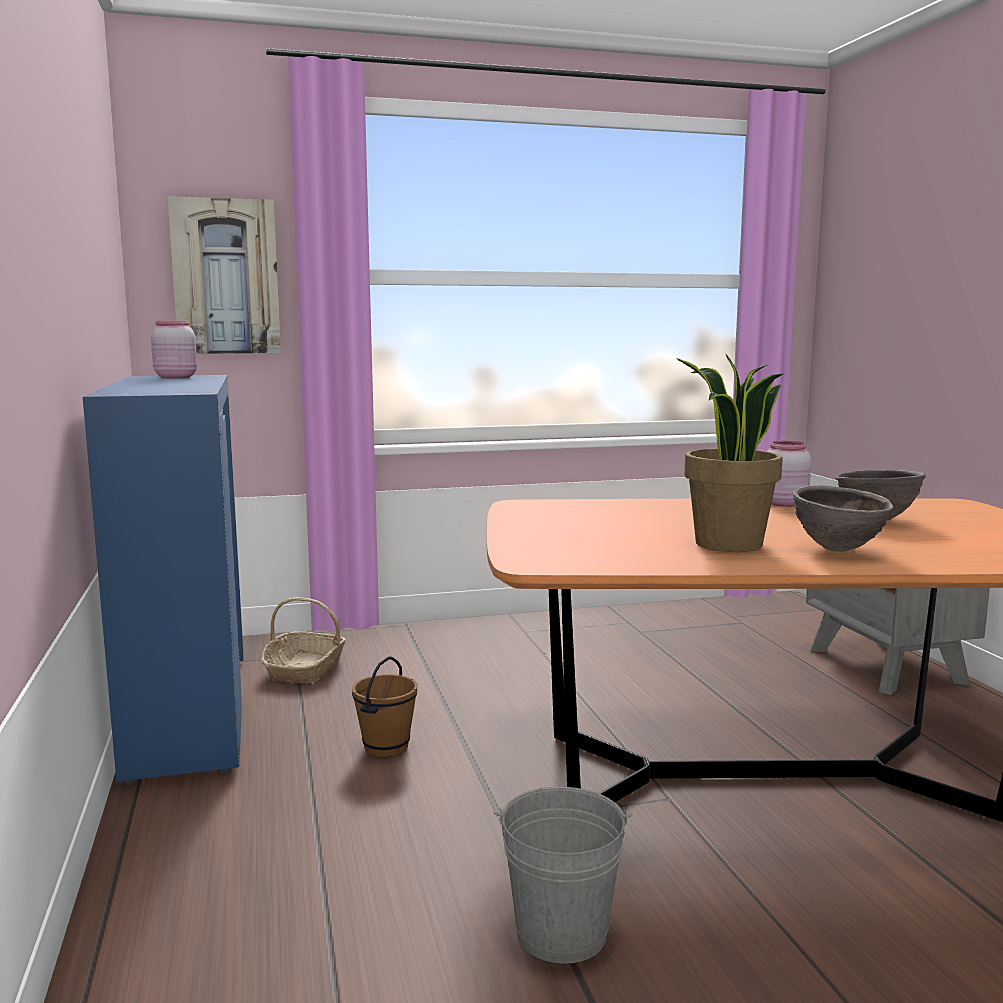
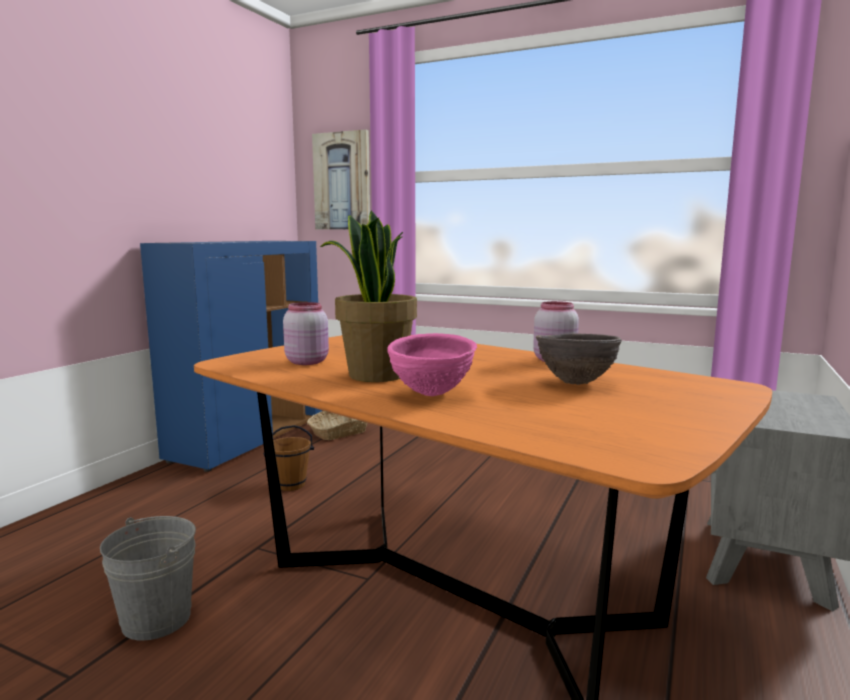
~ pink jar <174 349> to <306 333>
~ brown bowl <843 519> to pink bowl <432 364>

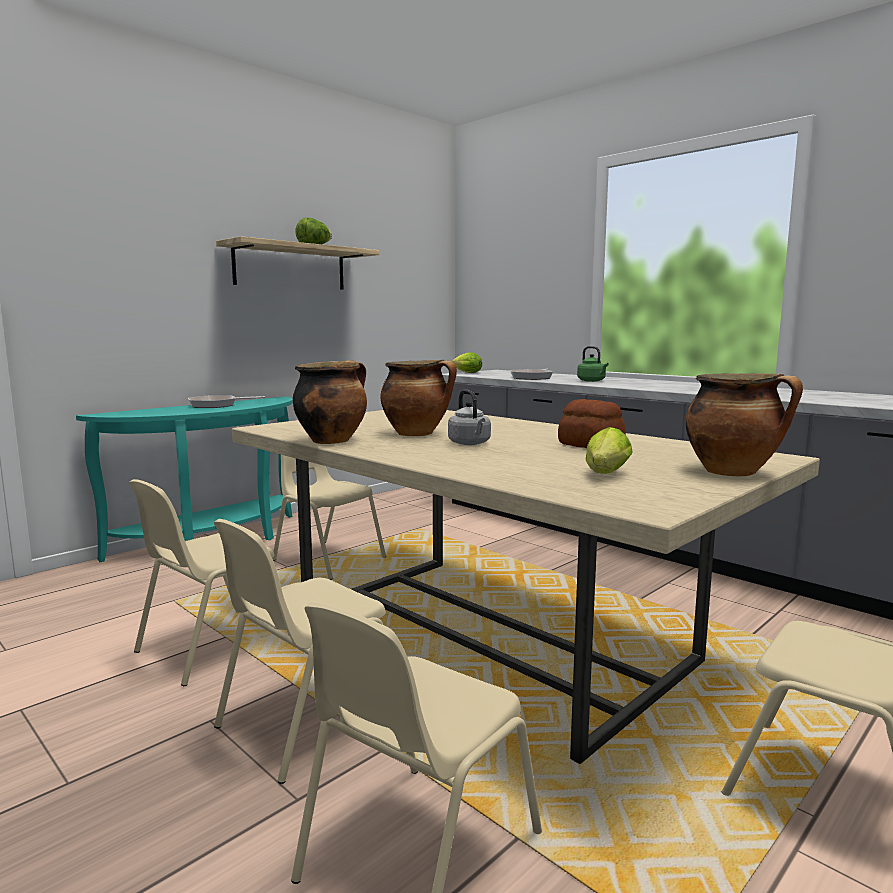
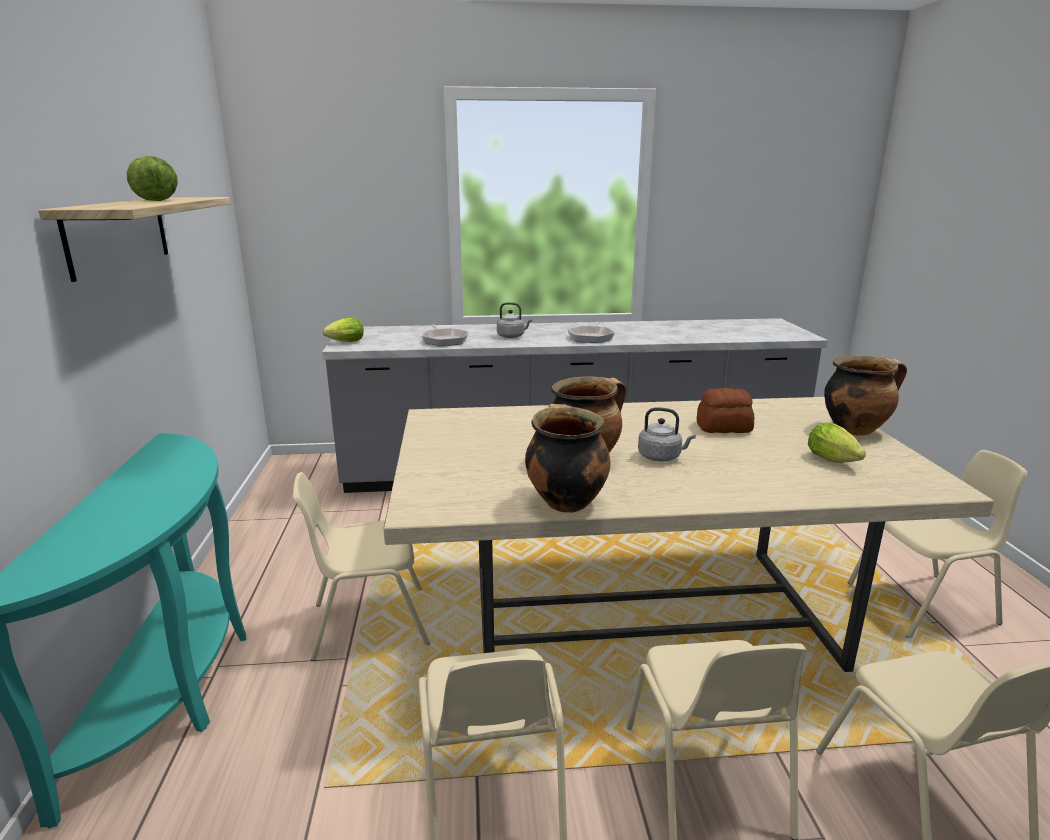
~ green kettle <593 364> to grey kettle <514 320>
~ frying pan <226 401> to <591 332>

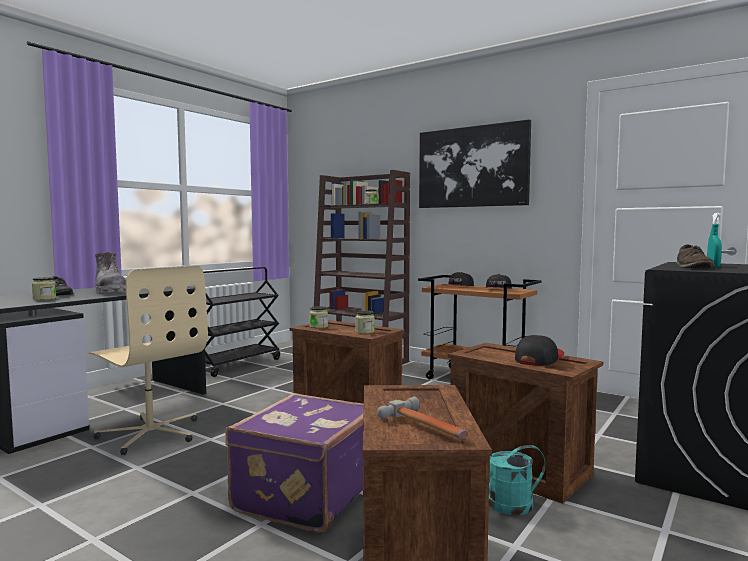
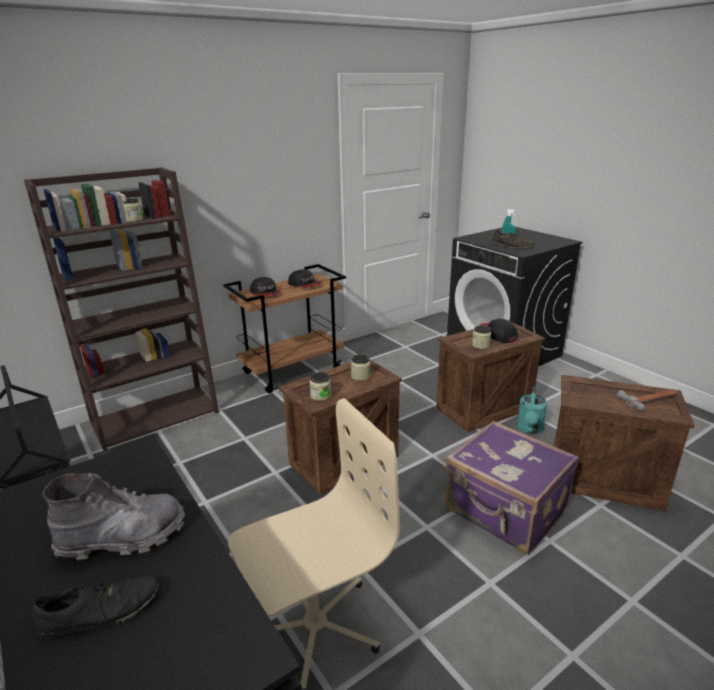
- picture <475 163>
~ jar <44 288> to <481 337>

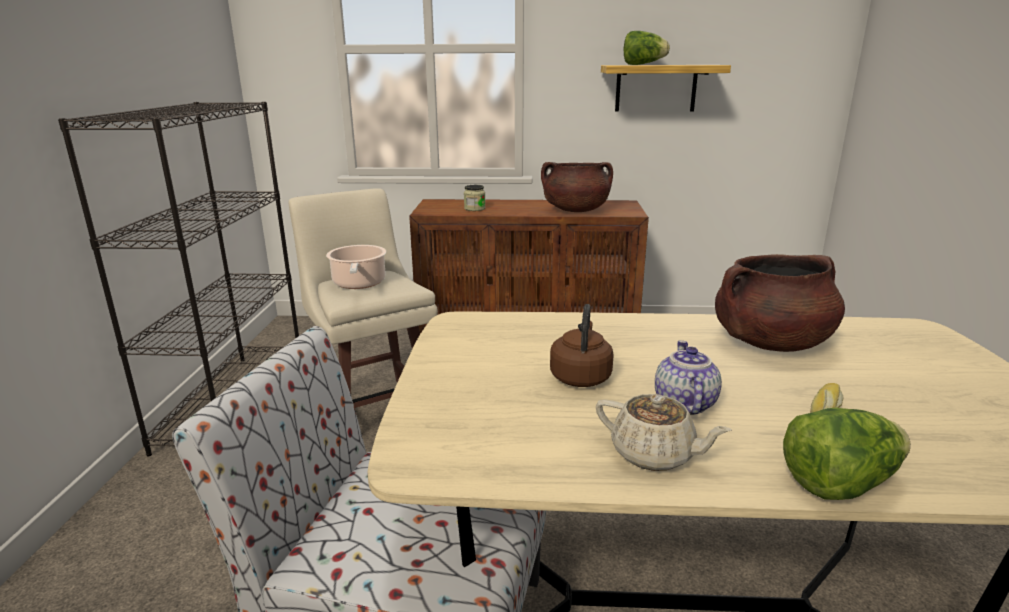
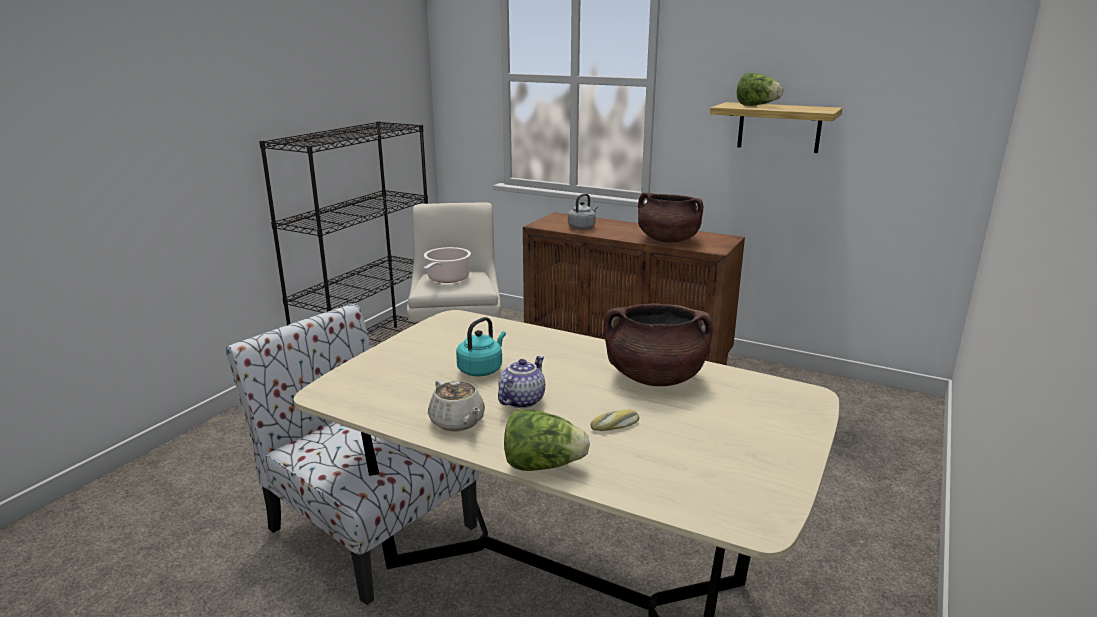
~ jar <474 198> to grey kettle <583 211>
~ brown kettle <582 345> to turquoise kettle <481 346>

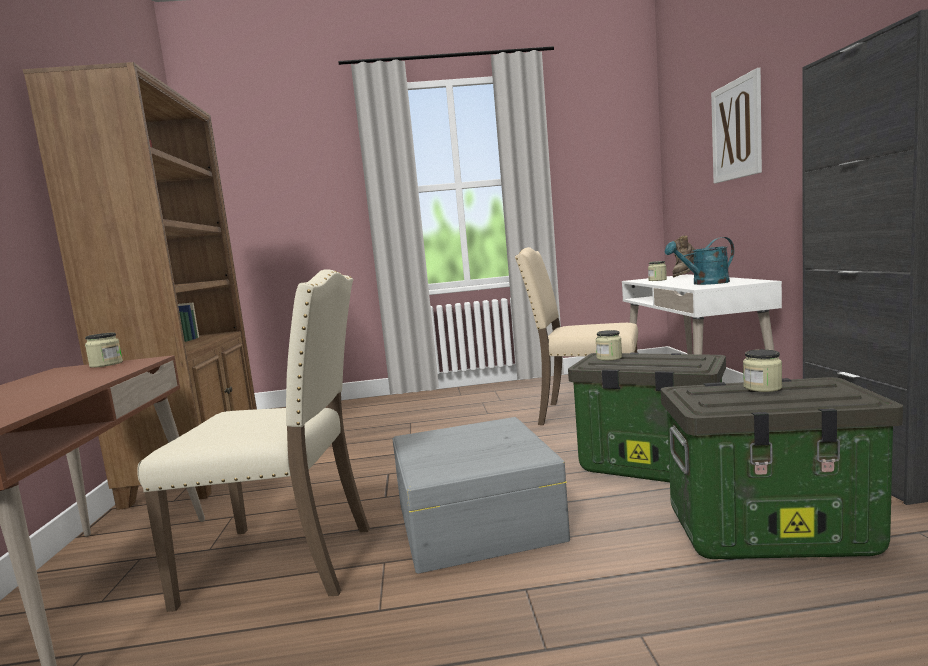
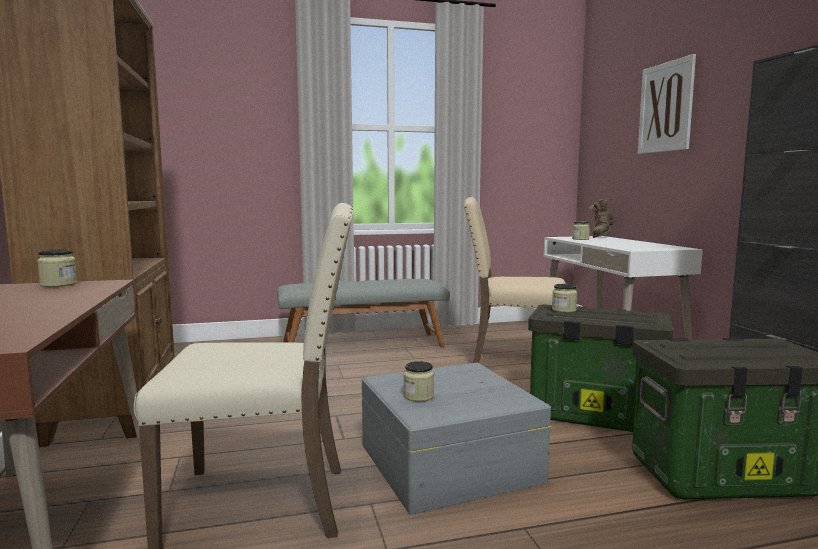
- turquoise watering can <699 261>
~ jar <762 370> to <419 381>
+ grey bench <363 313>

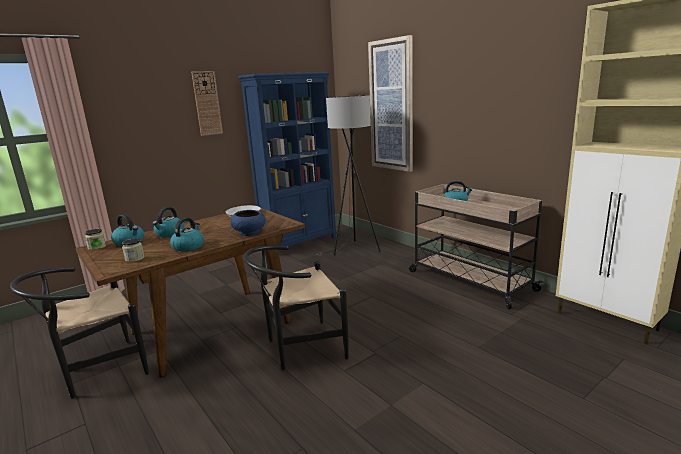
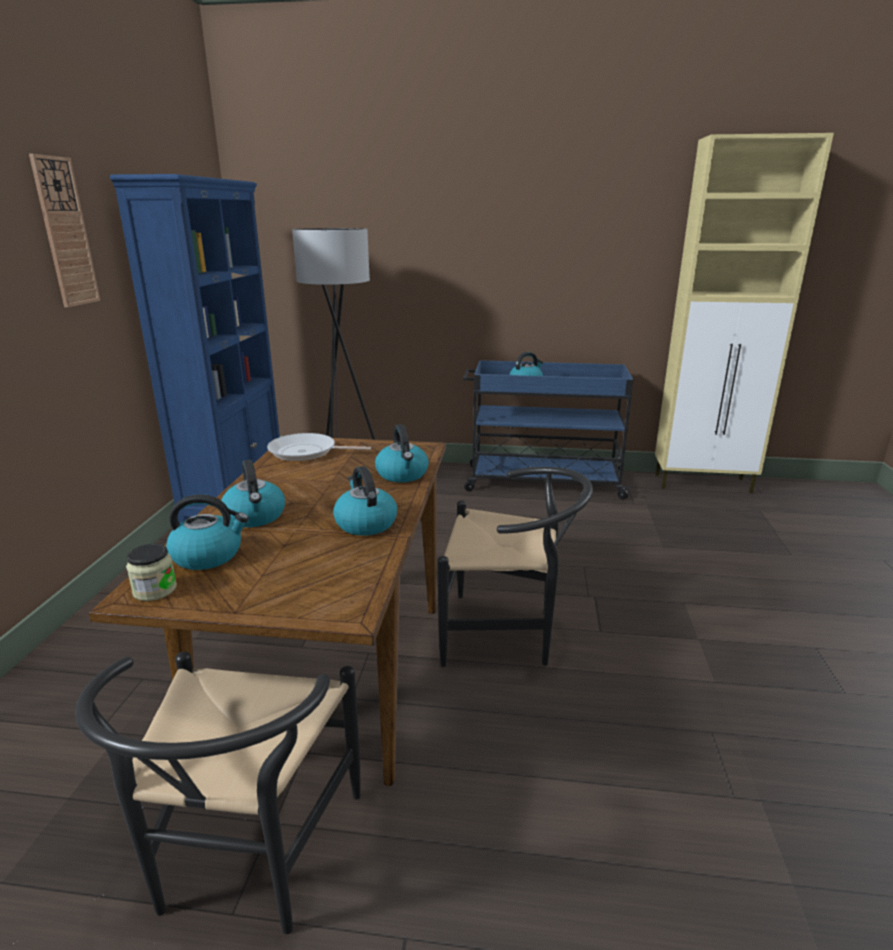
- picture <390 103>
~ beige cart <476 246> to blue cart <548 430>
~ blue bowl <248 223> to kettle <402 453>
- jar <133 250>
~ black chair <296 307> = <515 567> 105 degrees counterclockwise

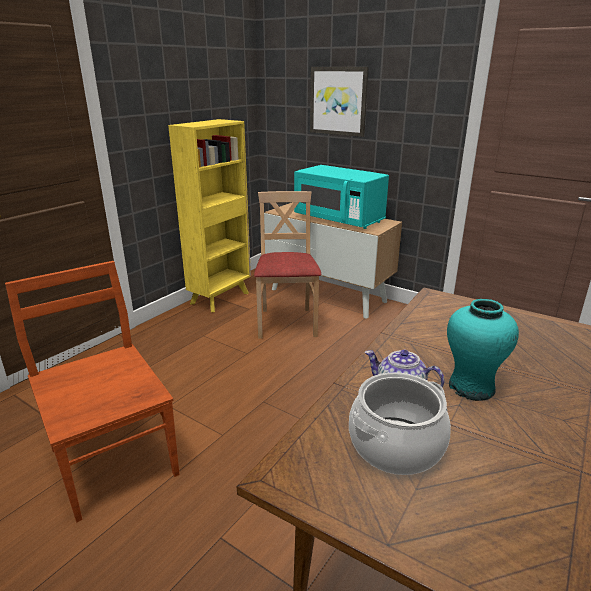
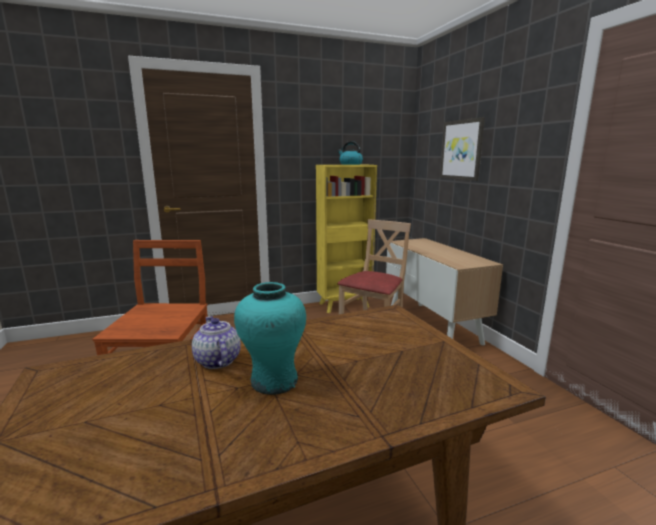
- turquoise microwave <341 197>
- cooking pot <400 423>
+ kettle <350 153>

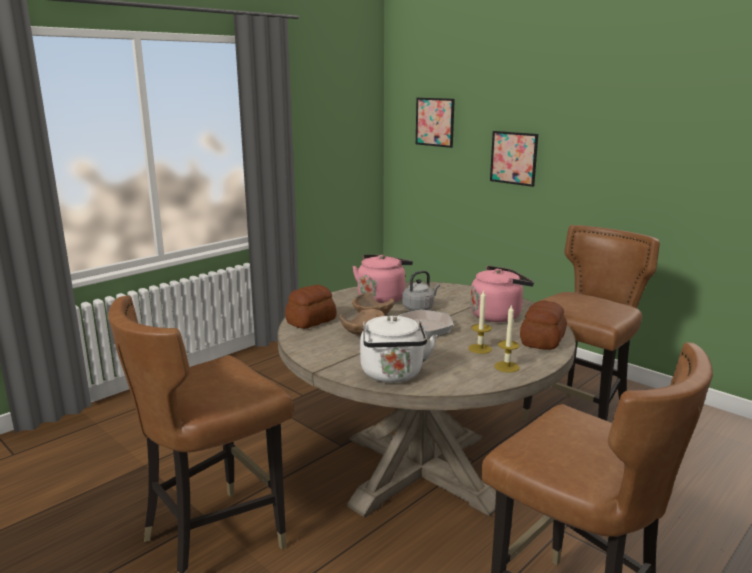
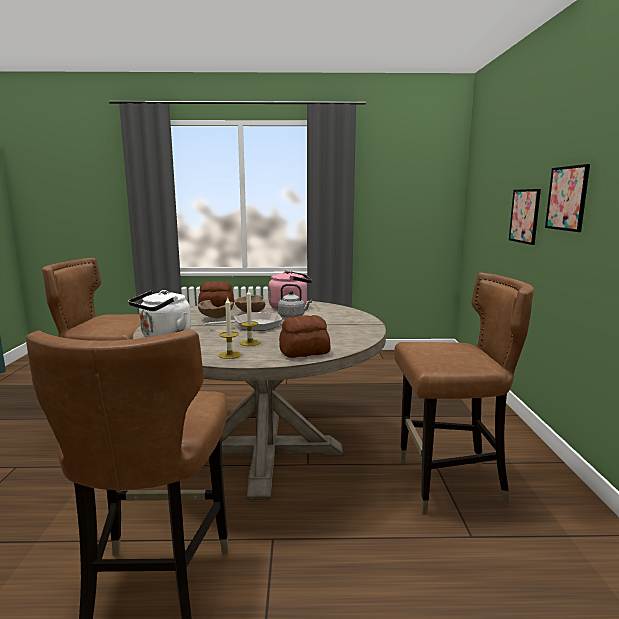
~ picture <435 123> to <567 198>
- pink kettle <502 294>

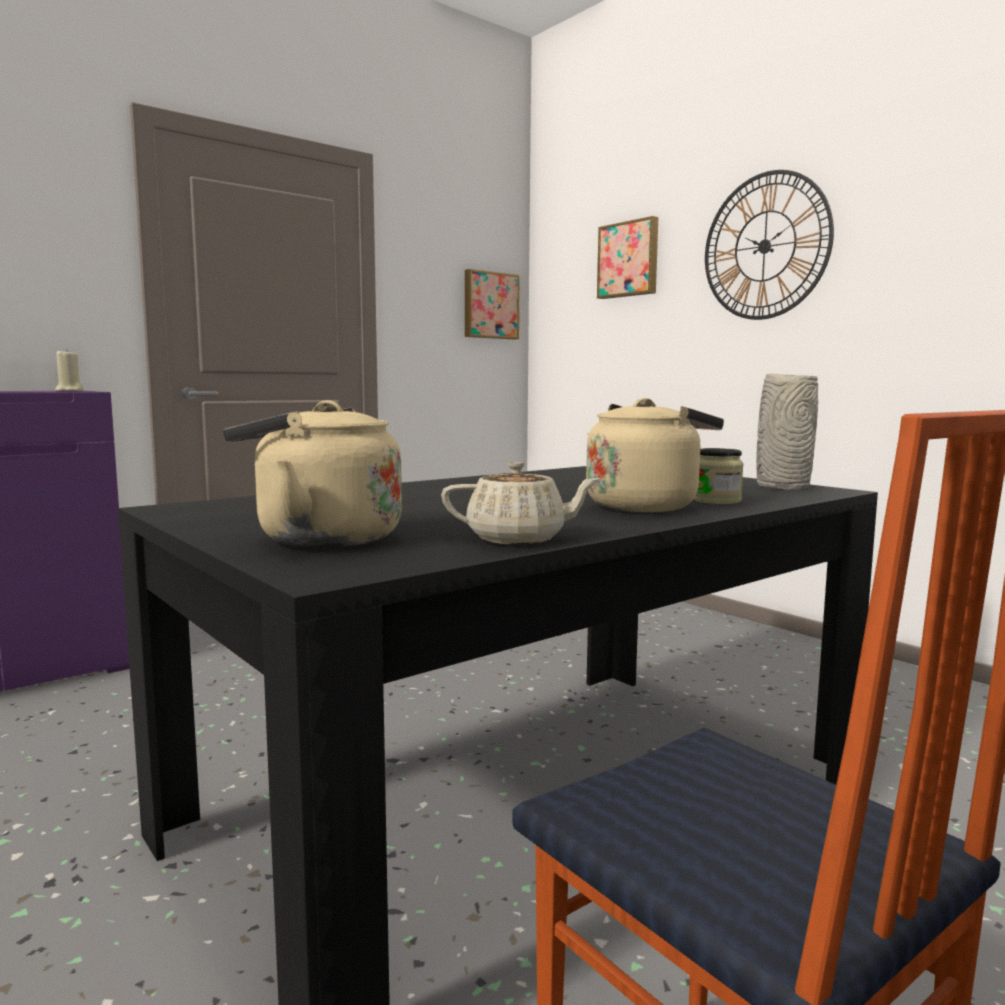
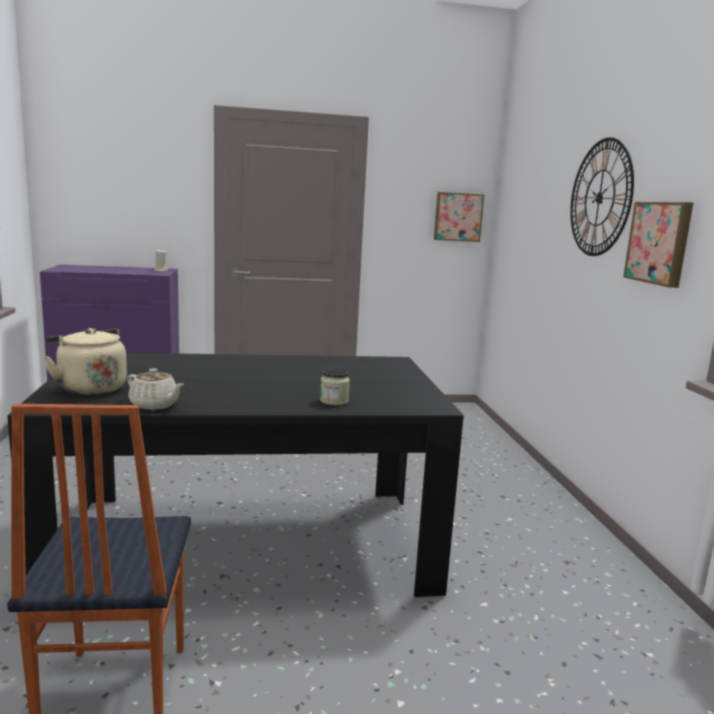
~ picture <627 257> to <658 245>
- grey vase <787 432>
- beige kettle <655 455>

